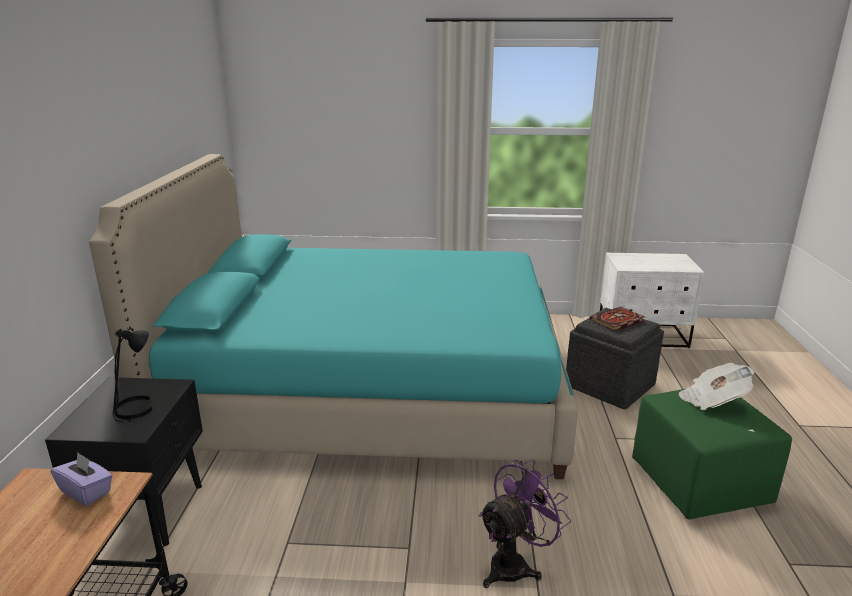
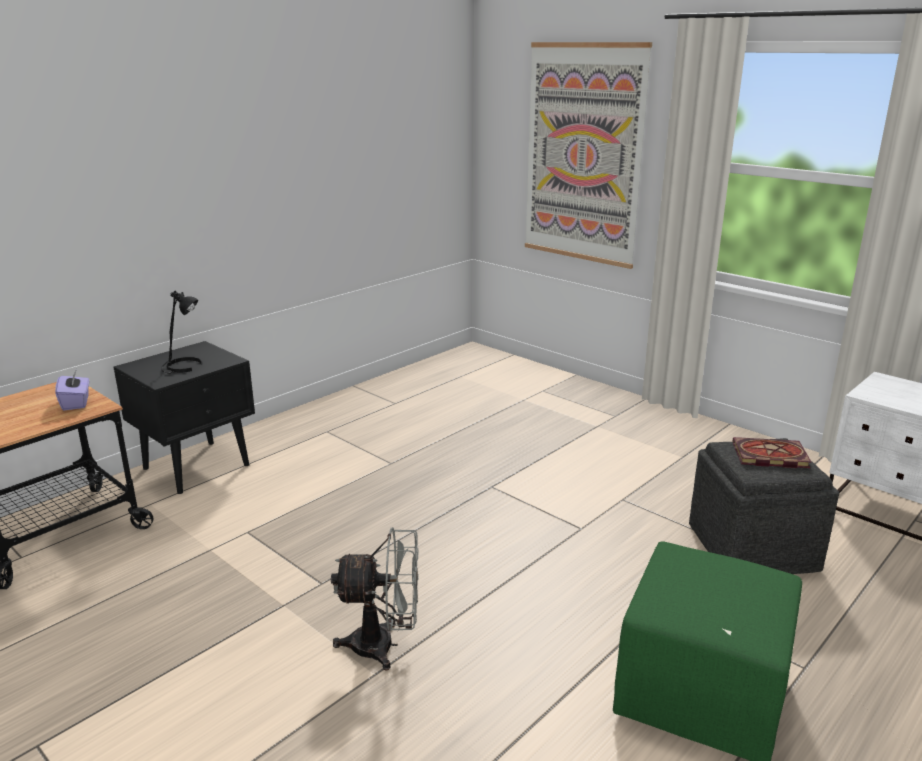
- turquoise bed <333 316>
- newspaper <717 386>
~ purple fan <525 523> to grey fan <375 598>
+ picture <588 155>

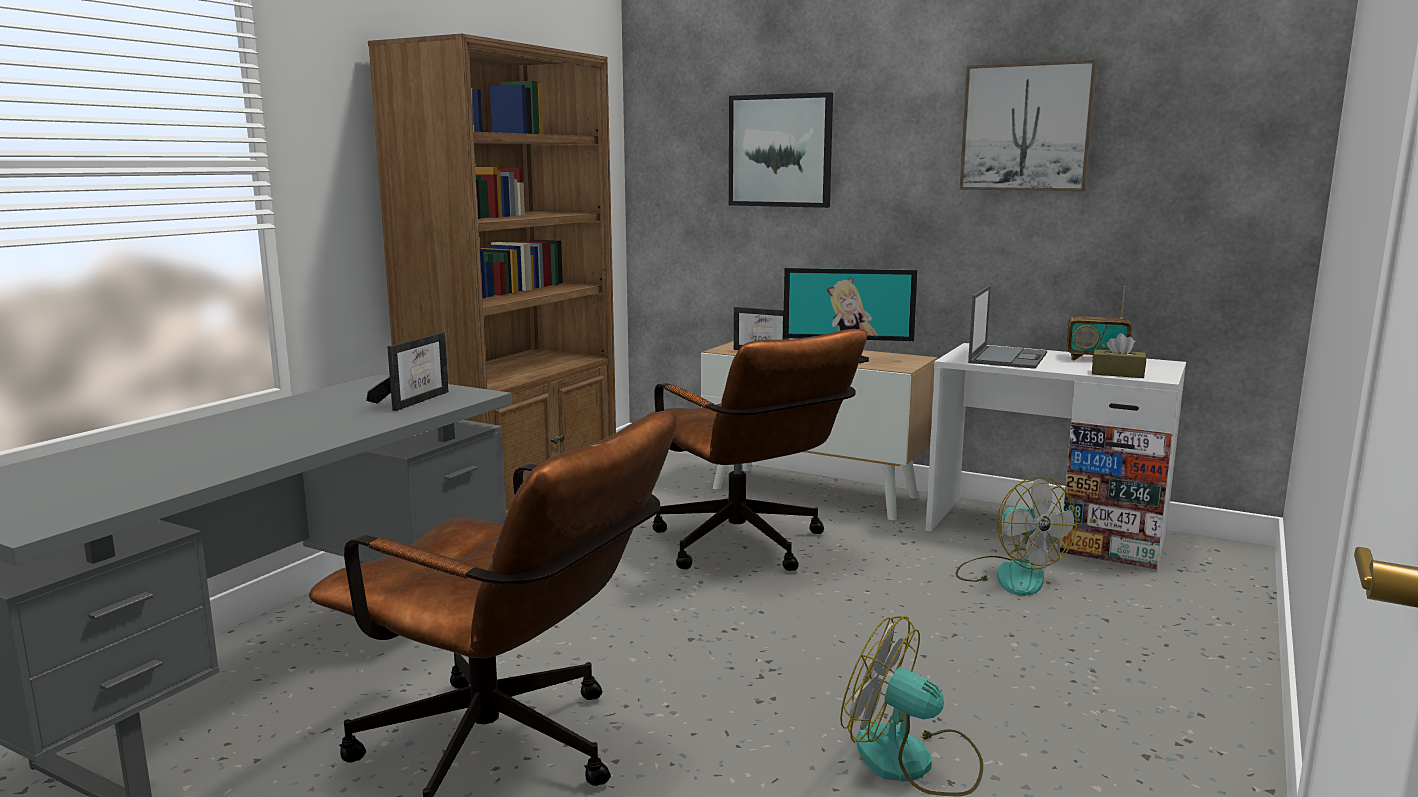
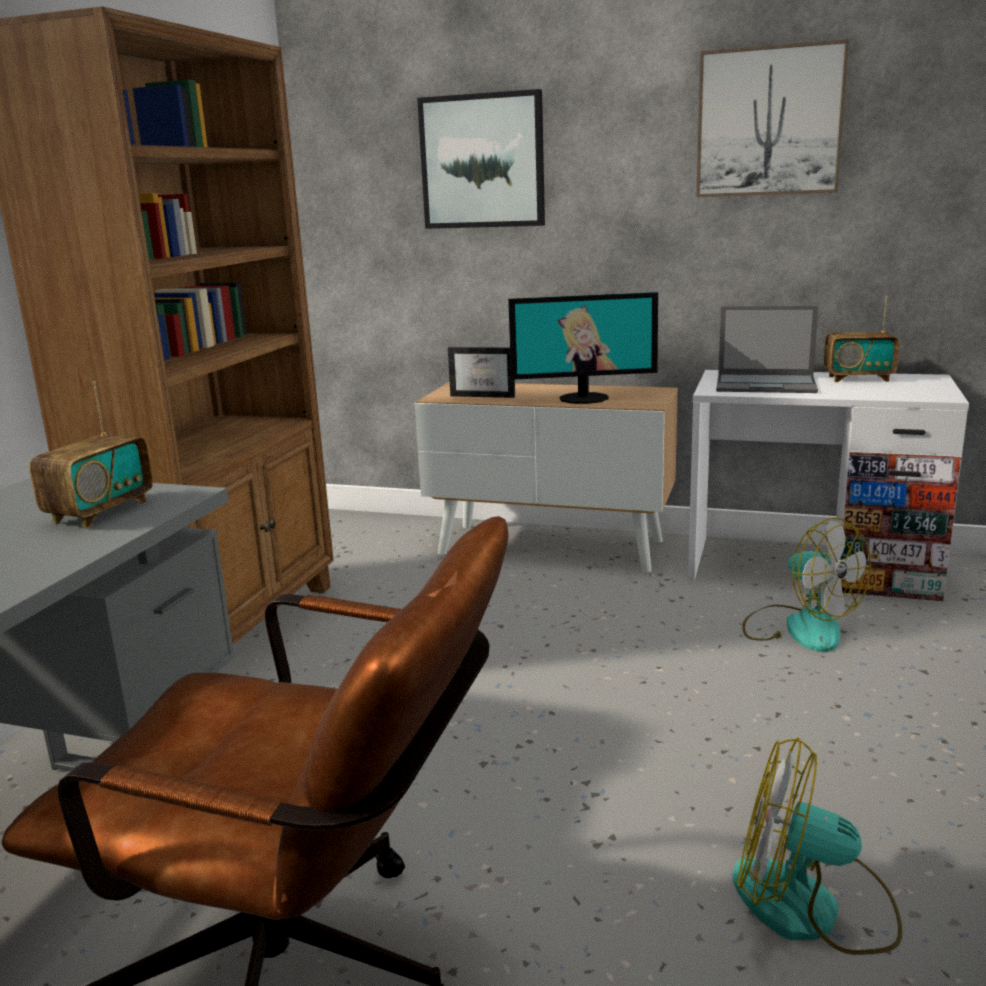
~ laptop <1007 327> = <767 349> 90 degrees clockwise
- brown office chair <756 450>
~ picture frame <407 371> to radio <91 455>
- brown tissue box <1119 355>

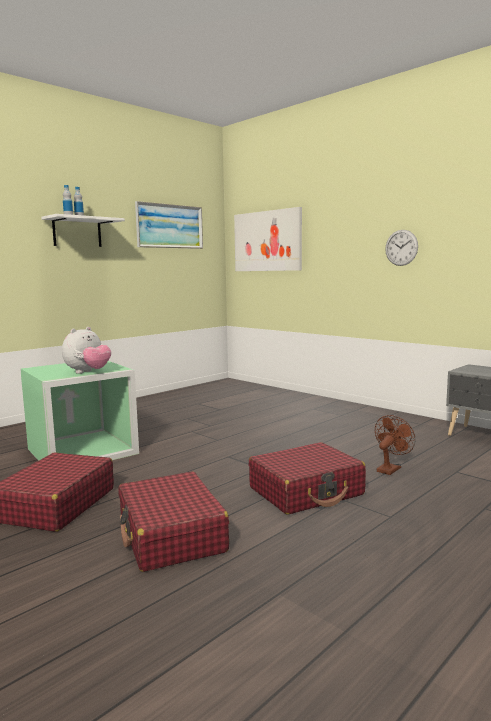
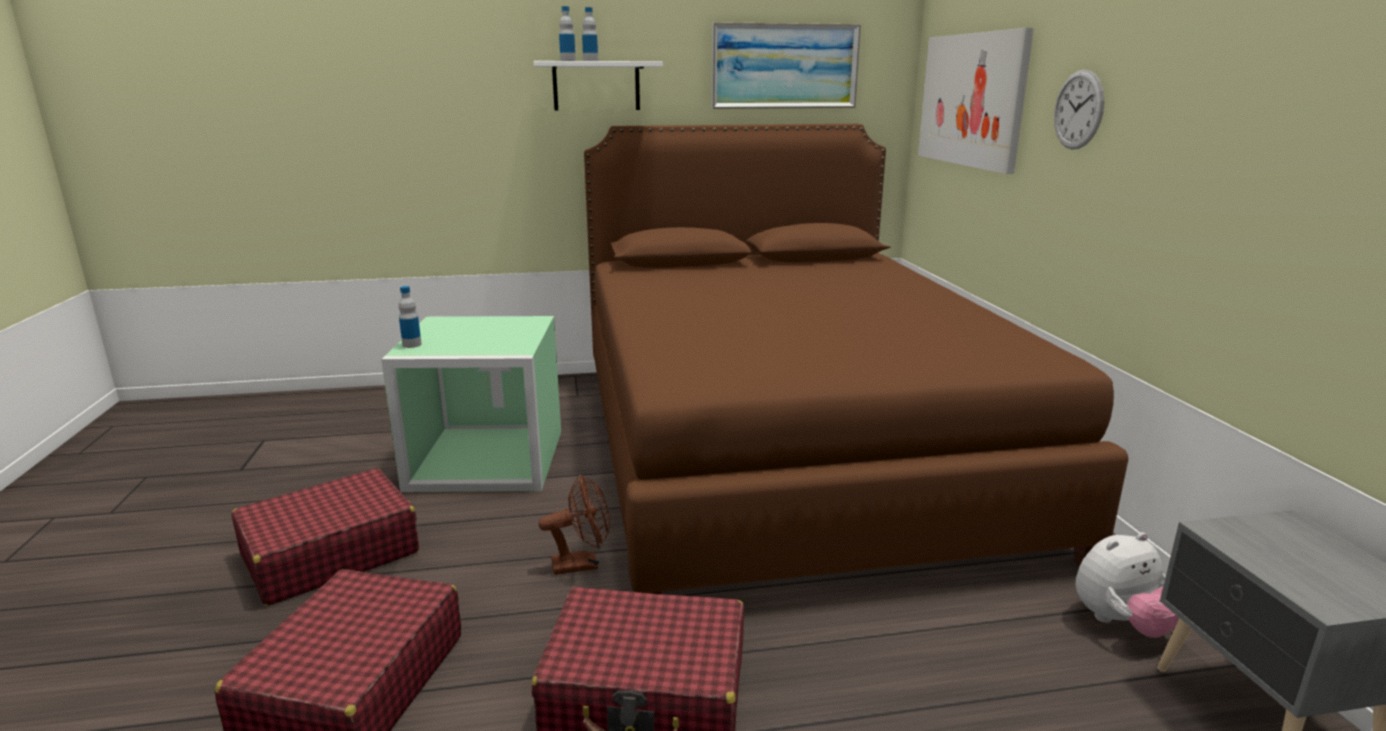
~ wall clock <401 248> to <1079 109>
~ plush toy <86 350> to <1127 585>
~ brown fan <395 445> to <574 524>
+ brown bed <856 359>
+ bottle <410 317>

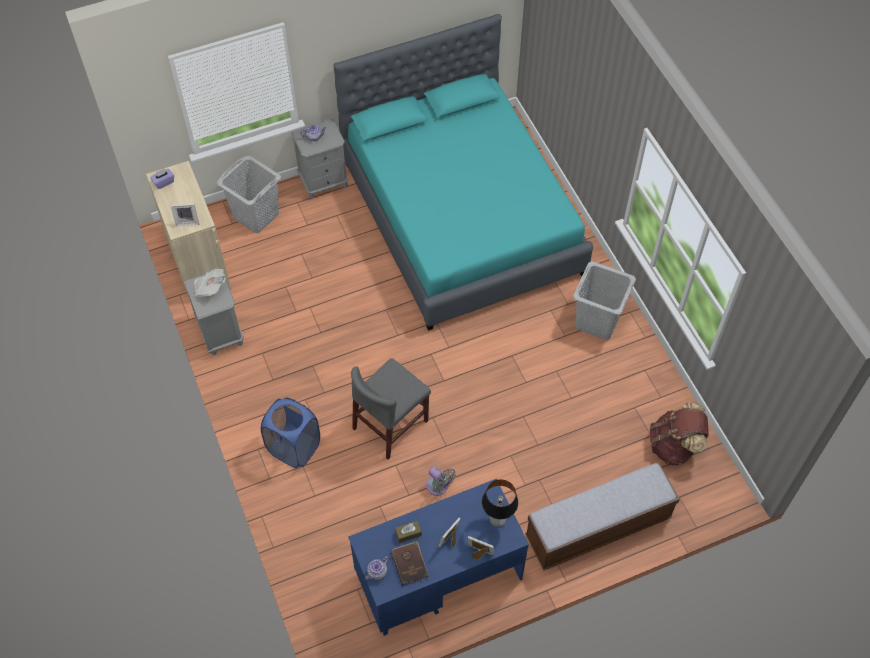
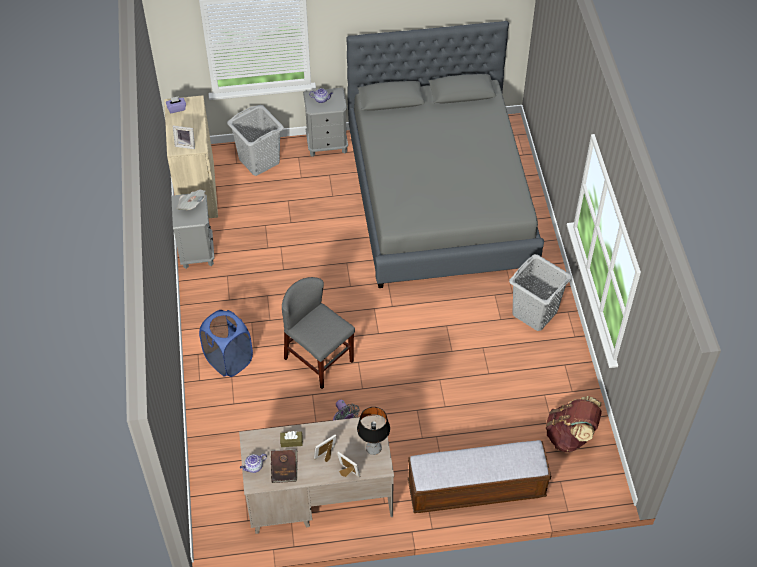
~ turquoise bed <463 172> to grey bed <445 154>
~ grey chair <391 409> = <318 333> 75 degrees clockwise
~ blue desk <438 557> to beige desk <316 474>

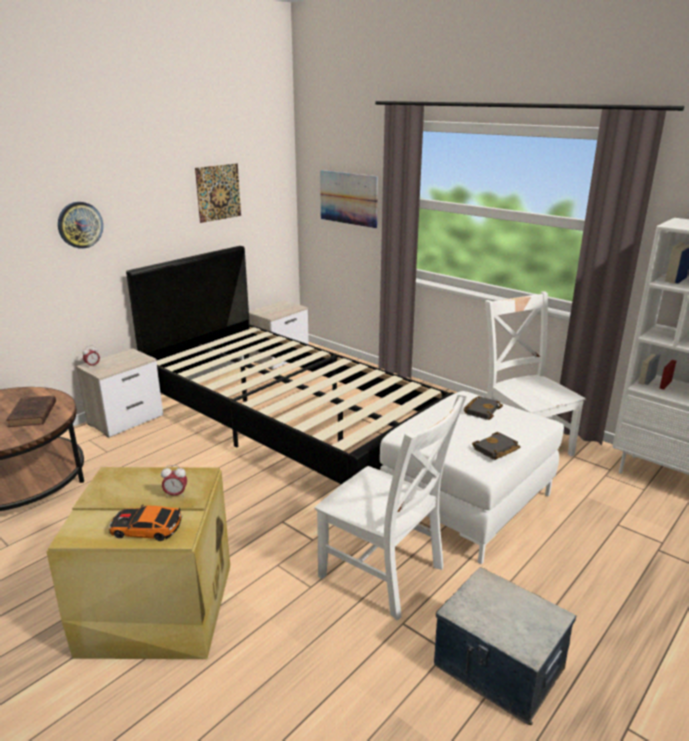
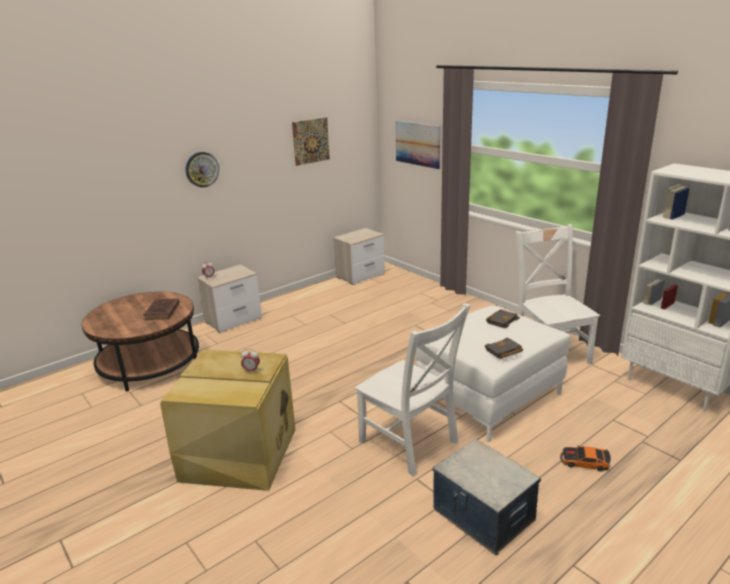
- black bed <290 365>
~ toy car <146 523> to <585 458>

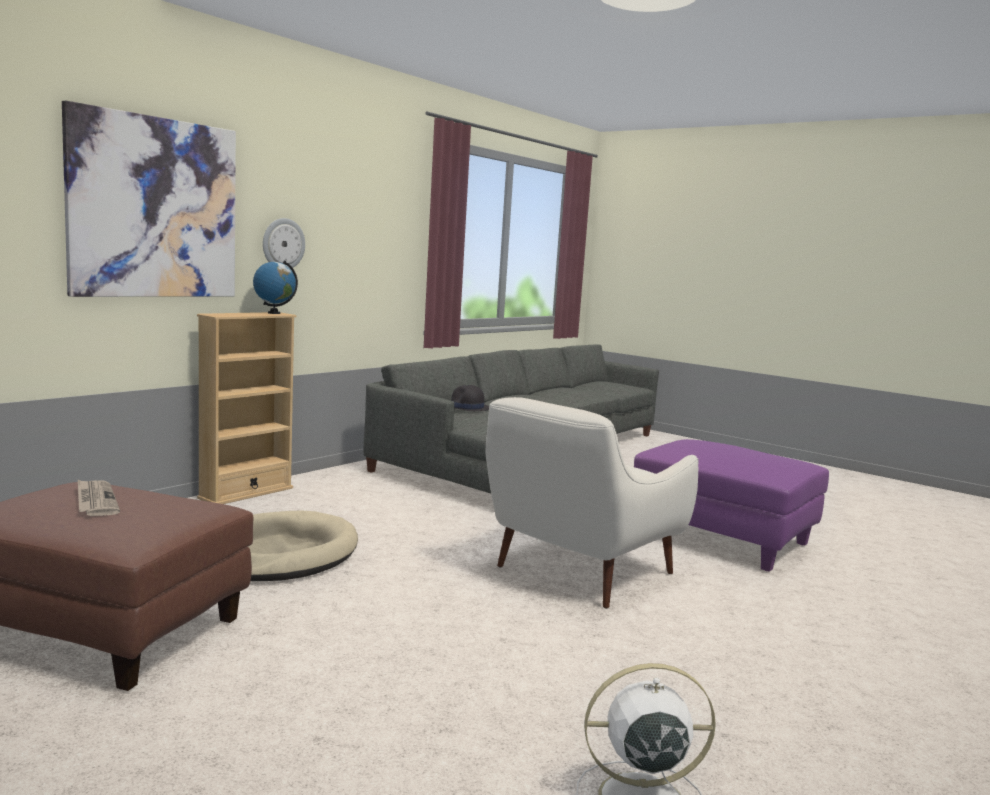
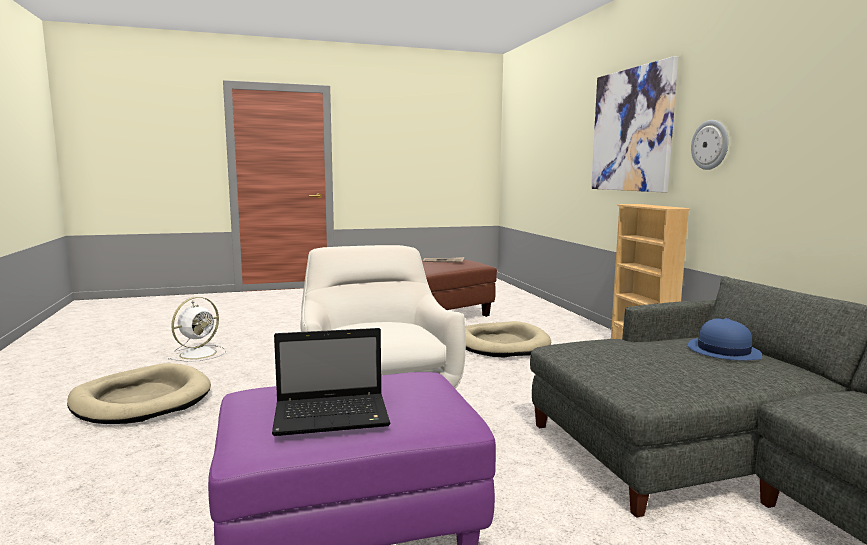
- globe <275 287>
~ black hat <470 398> to blue hat <725 339>
+ laptop <331 382>
+ beige dog bed <139 393>

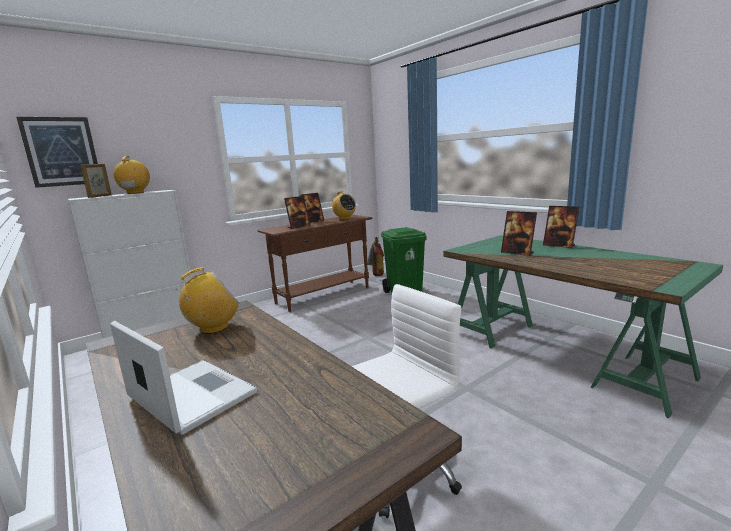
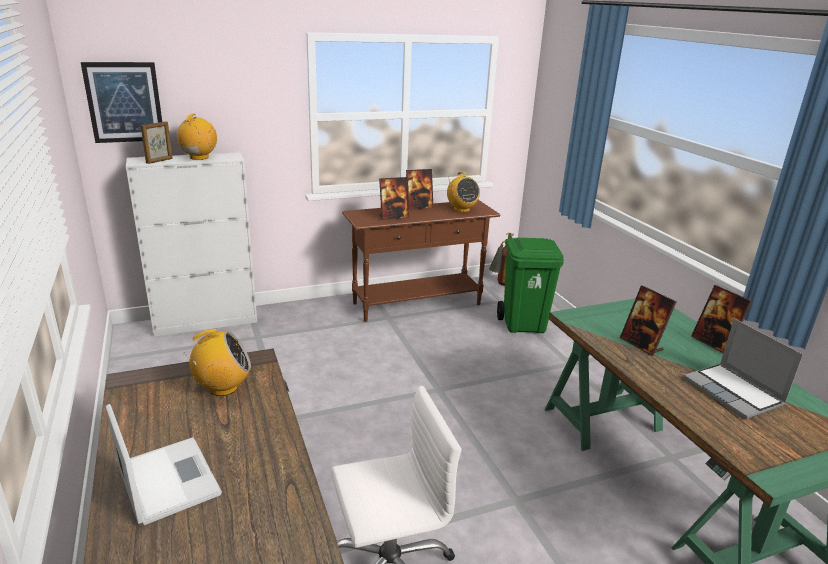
+ laptop <743 369>

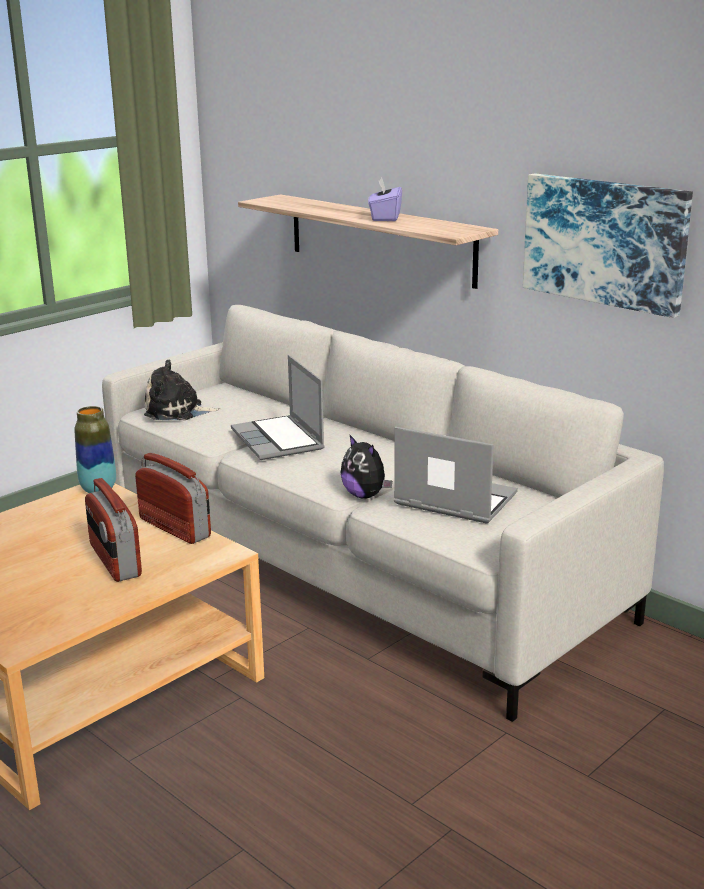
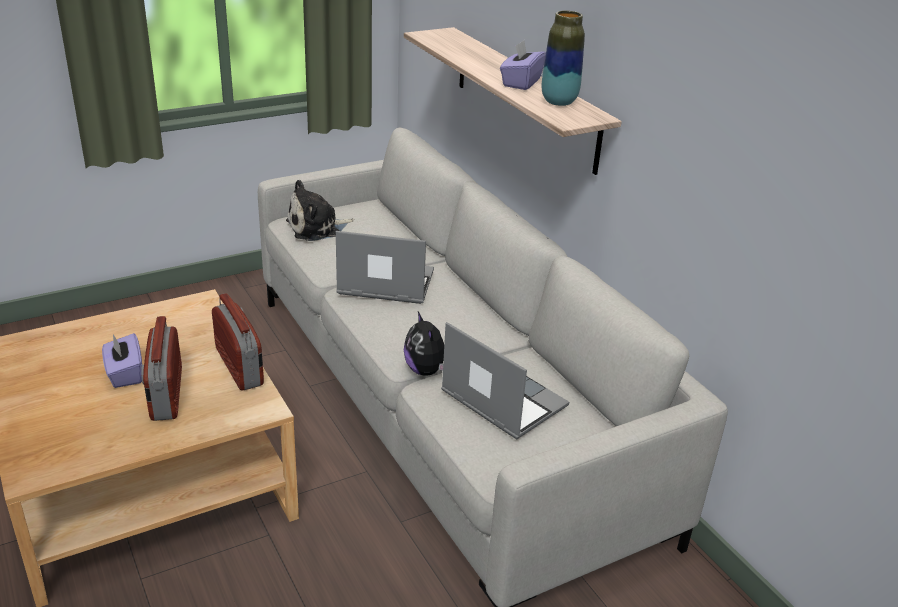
- picture <608 245>
~ laptop <278 407> = <385 267> 105 degrees clockwise
~ plush toy <182 389> = <320 210> 45 degrees counterclockwise
~ vase <95 449> to <563 58>
+ purple tissue box <122 360>

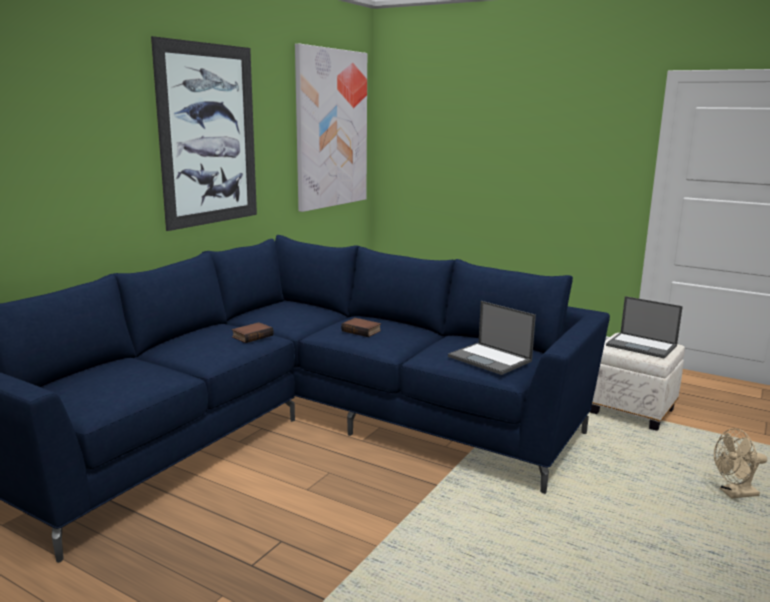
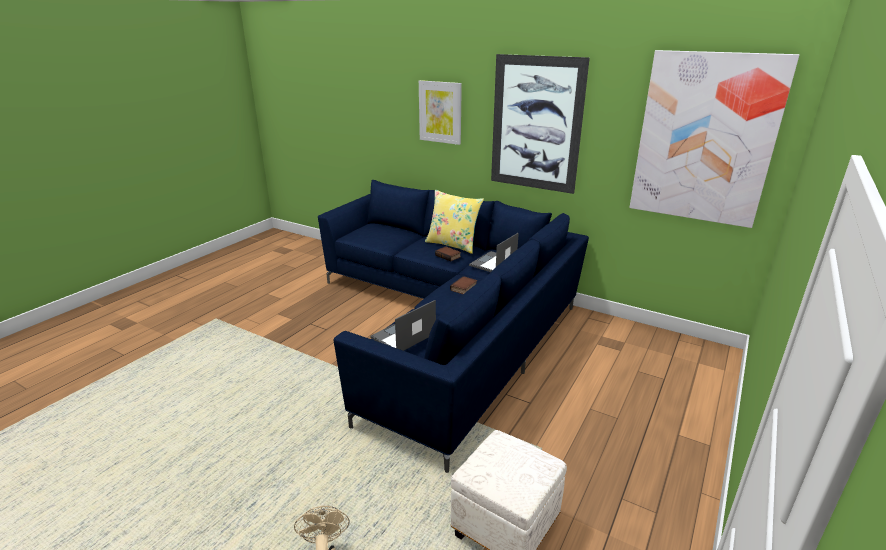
~ laptop <644 327> to <494 252>
+ picture <440 112>
+ yellow pillow <454 222>

